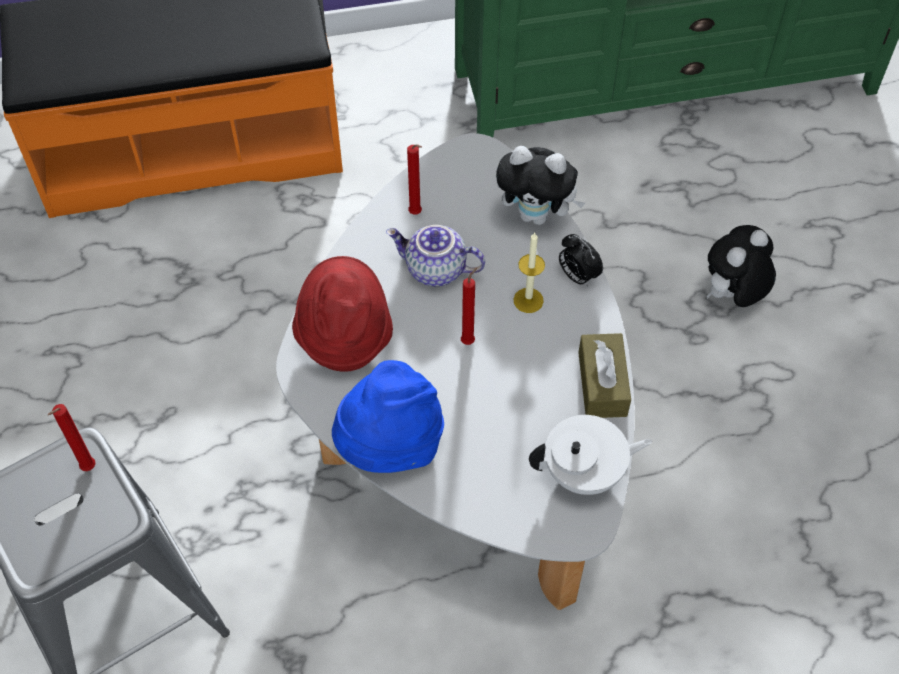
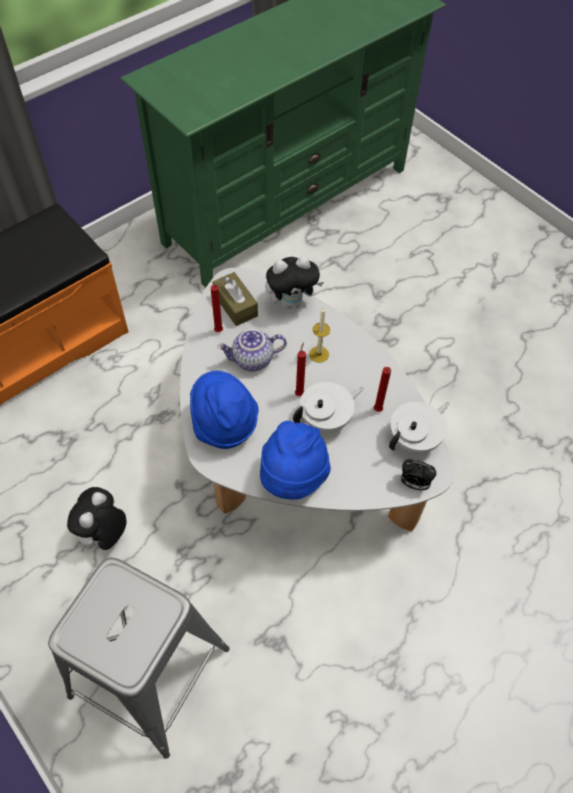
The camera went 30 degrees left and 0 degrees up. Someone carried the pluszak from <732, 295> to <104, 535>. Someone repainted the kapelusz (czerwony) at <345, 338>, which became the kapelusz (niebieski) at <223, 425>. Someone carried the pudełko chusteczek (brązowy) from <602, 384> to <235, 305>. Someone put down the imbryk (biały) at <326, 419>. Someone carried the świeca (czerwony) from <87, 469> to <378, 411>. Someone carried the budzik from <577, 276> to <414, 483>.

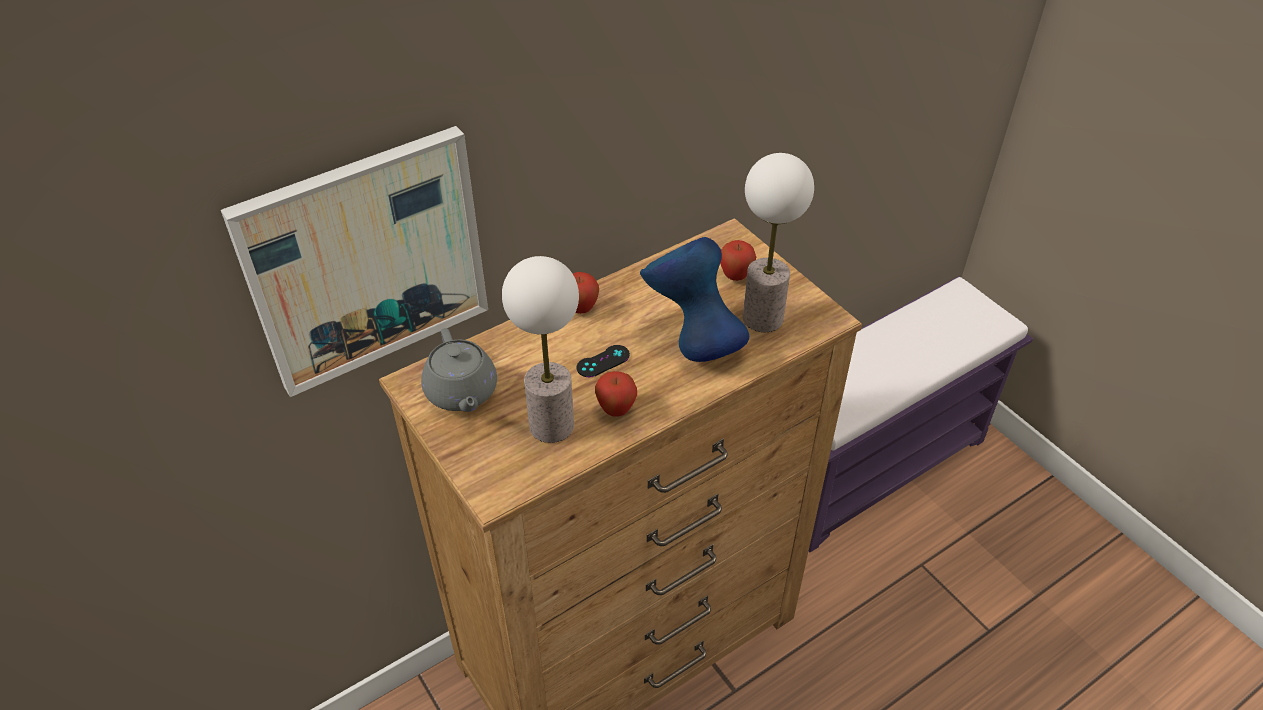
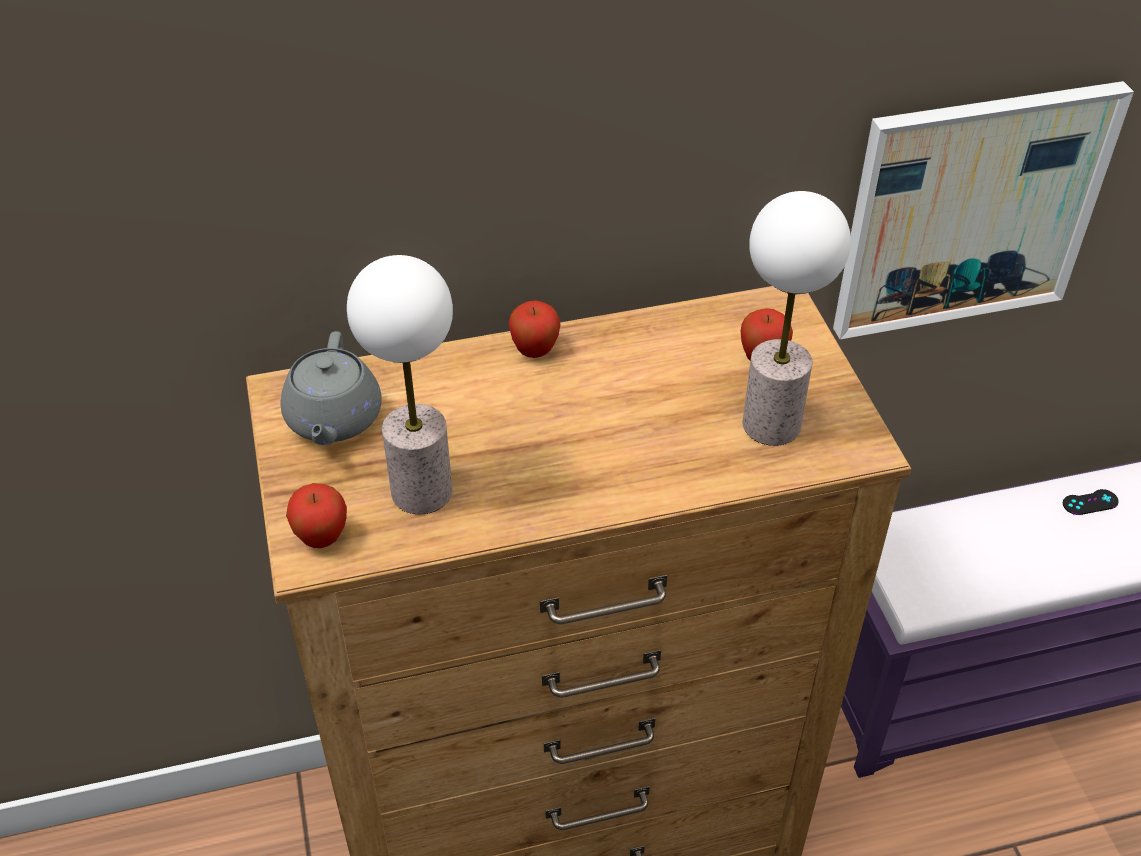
The camera went 20 degrees right and 0 degrees up. Someone carried the jabłko from <616, 410> to <322, 538>. Someone carried the obraz from <366, 261> to <970, 211>. Someone carried the pad do gier (czarny) from <603, 361> to <1090, 502>. Someone took away the wazon (niebieski) at <692, 343>.

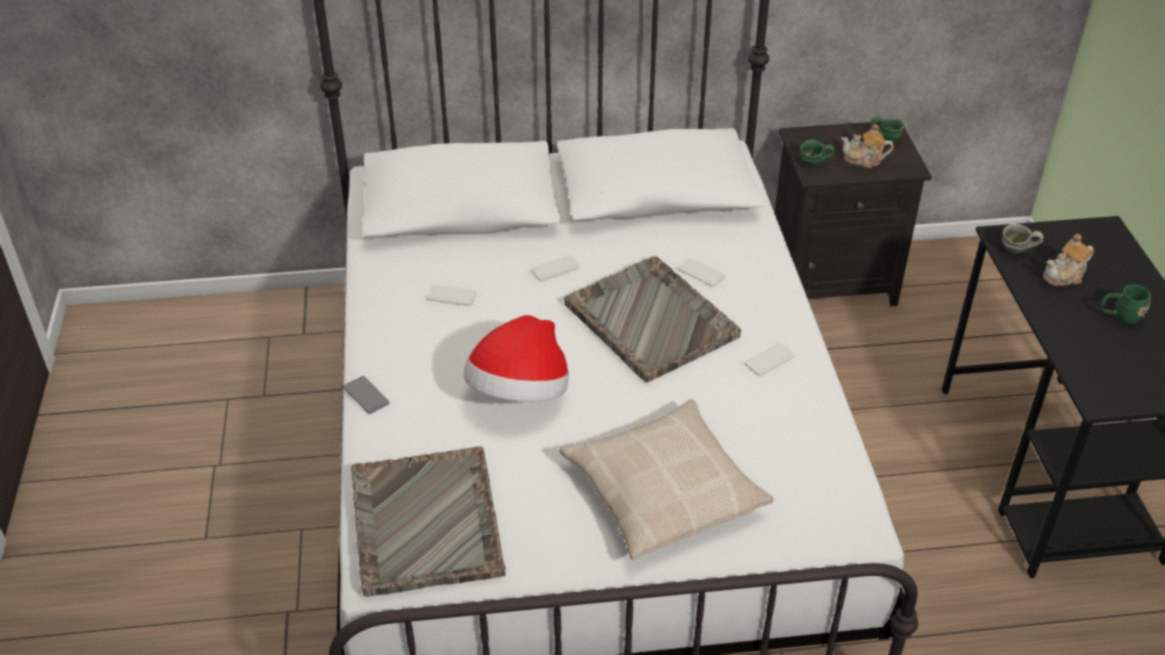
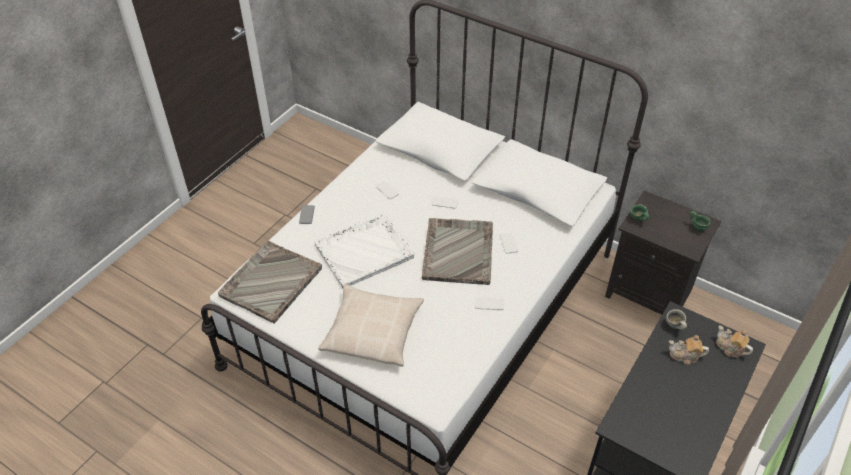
The camera went 40 degrees right and 5 degrees up. Someone swapped the kapelusz at <520, 394> for the taca (biały) at <365, 251>. Someone carried the imbryk from <864, 160> to <730, 348>. Someone took away the kubek (zielony) at <1120, 316>.

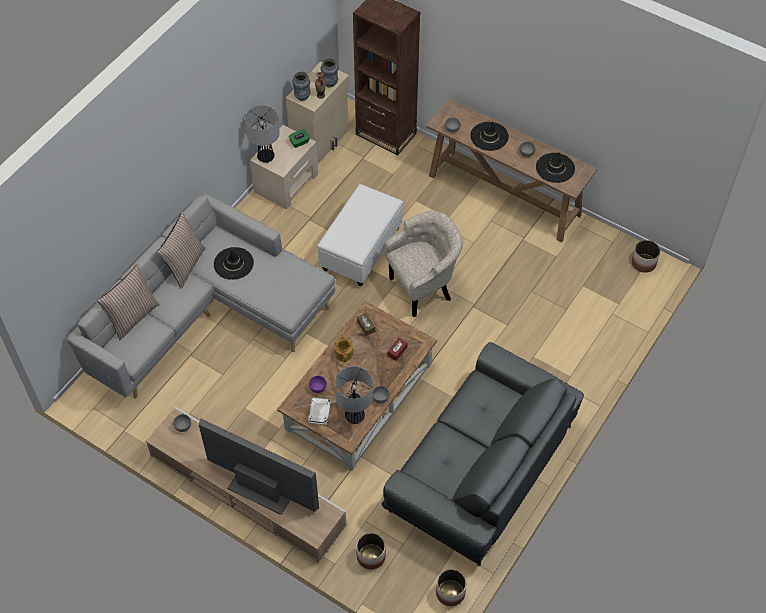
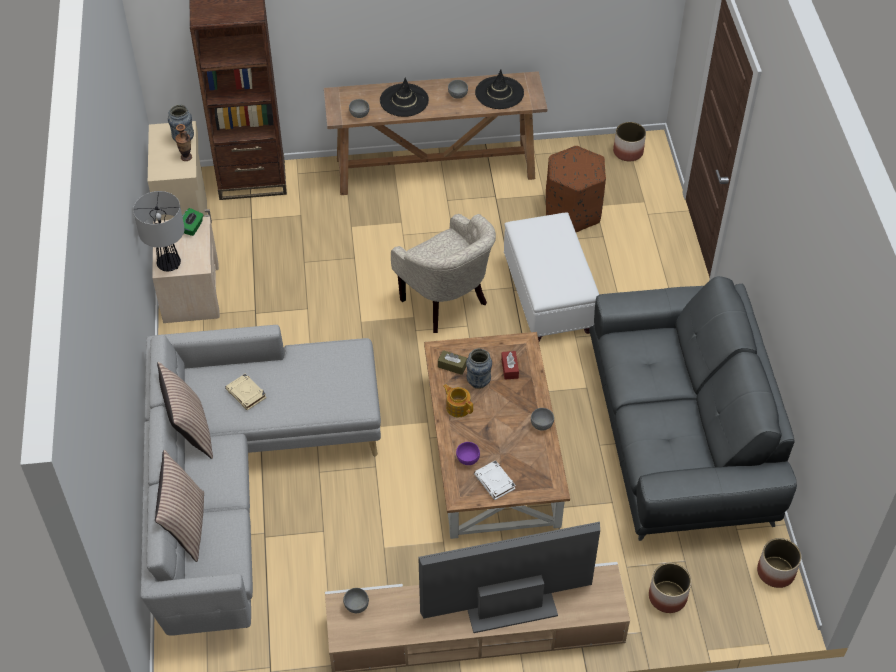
The camera went 40 degrees left and 5 degrees down. Someone swapped the kapelusz (czarny) at <233, 263> for the książka (beżowy) at <246, 394>. Someone rotated the fotel (beżowy) at <423, 288> by 120 degrees clockwise. Someone carried the wazon from <302, 97> to <478, 382>. Someone carried the pufa (biały) from <361, 248> to <548, 296>. Someone put down the pufa (brązowy) at <573, 211>. Someone took away the lampa stołowa at <354, 416>.

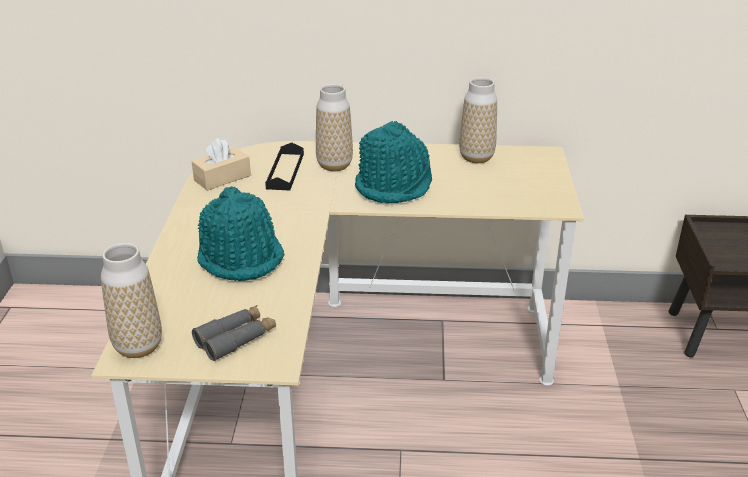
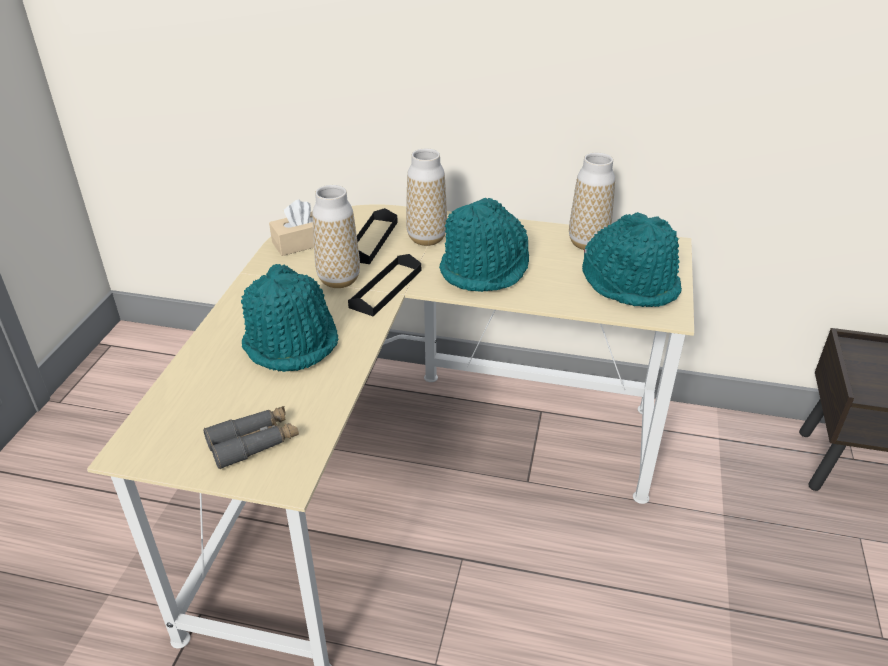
The camera went 10 degrees right and 5 degrees up. Someone carried the wazon from <138, 346> to <339, 280>. Someone put down the taca (czarny) at <386, 288>. Someone put down the kapelusz (turkusowy) at <631, 283>.

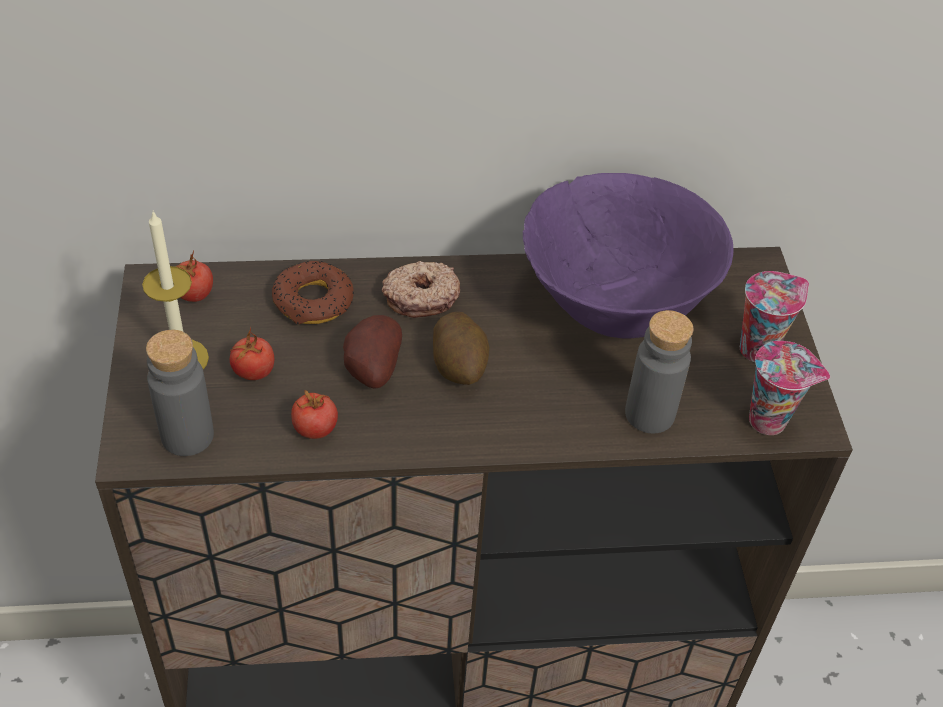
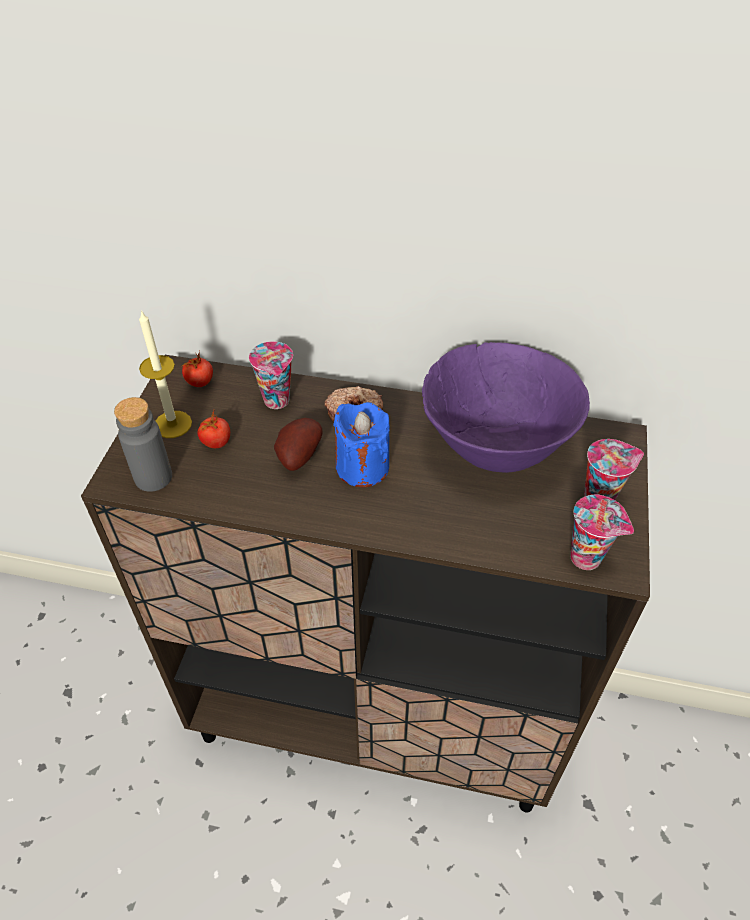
The camera went 20 degrees right and 0 degrees up. Someone swapped the donut at <313, 301> for the filiżanka at <278, 401>. Someone swapped the ziemniak at <460, 365> for the świeca (niebieski) at <362, 467>. Someone took away the pomidor at <315, 429>. Someone took away the butelka (szary) at <649, 414>.

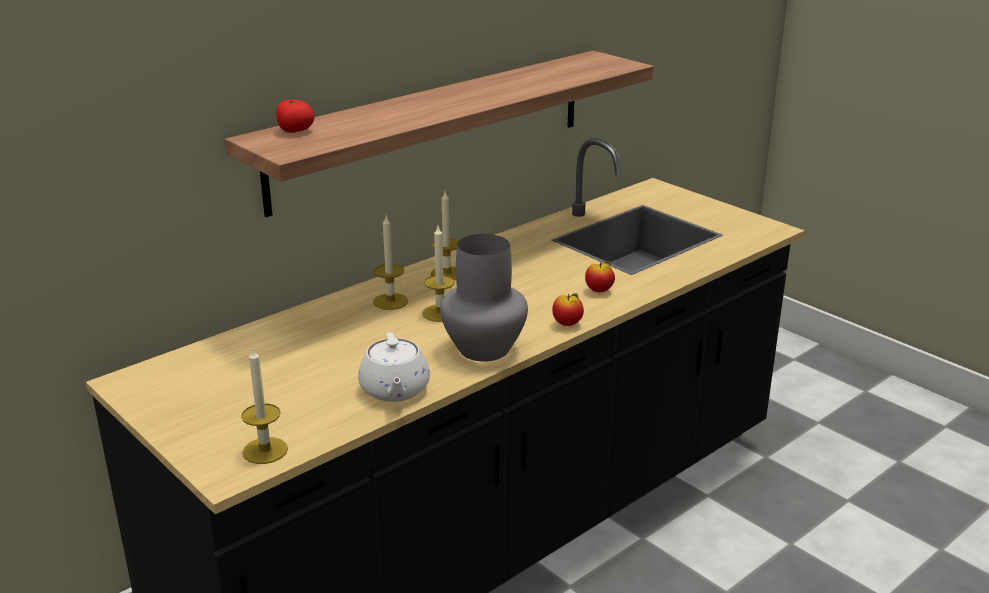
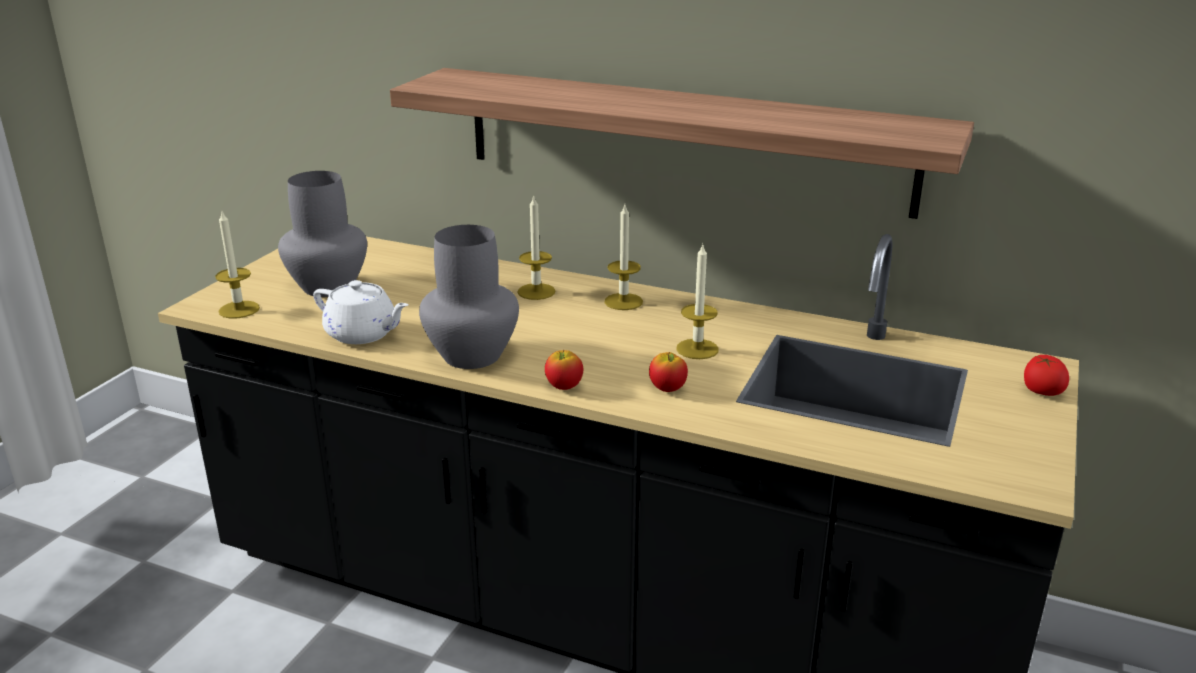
The camera went 65 degrees right and 0 degrees up. Someone put down the wazon (szary) at <329, 287>. Someone rotated the imbryk (biały) at <394, 390> by 120 degrees counterclockwise. Someone carried the świeca from <440, 313> to <697, 349>. Someone carried the pomidor from <295, 131> to <1041, 392>.

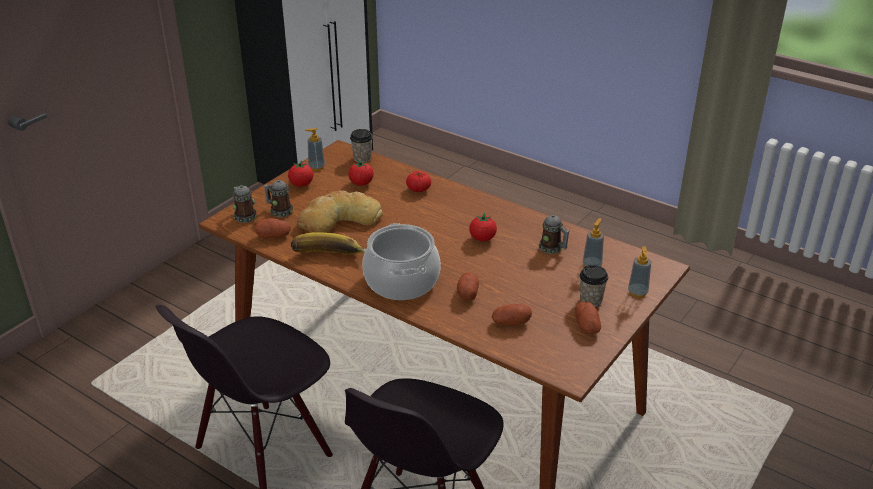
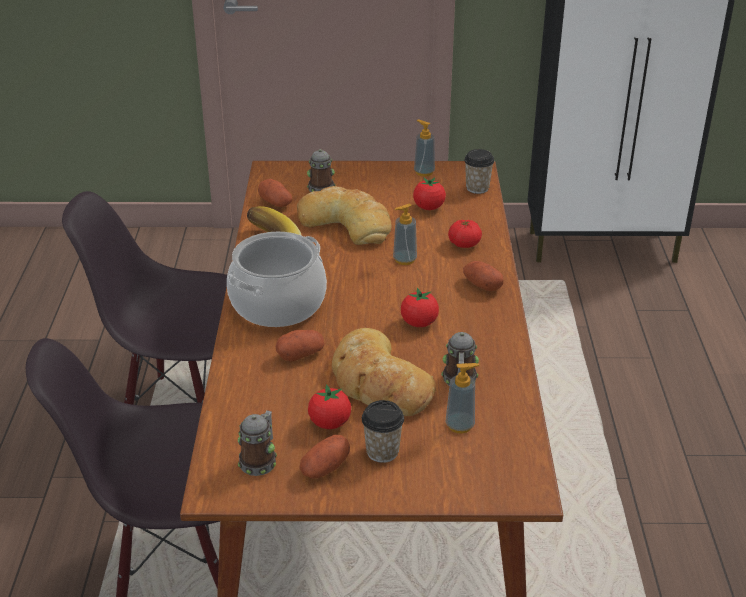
The camera went 55 degrees right and 0 degrees up. Someone carried the kubek from <244, 216> to <260, 460>. Someone carried the pomidor from <301, 184> to <330, 423>. Someone put down the chleb at <378, 382>. Someone carried the dozownik mydła from <637, 292> to <404, 260>. Someone carried the ziemniak from <511, 322> to <482, 285>.

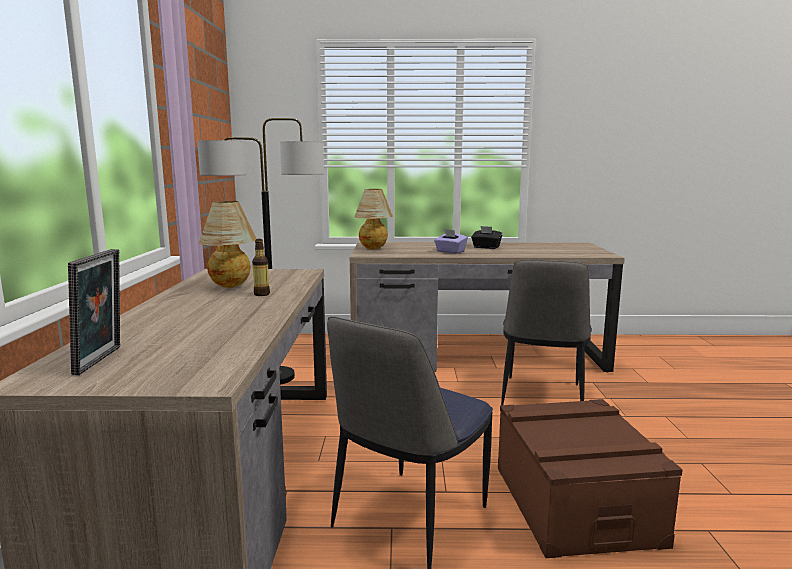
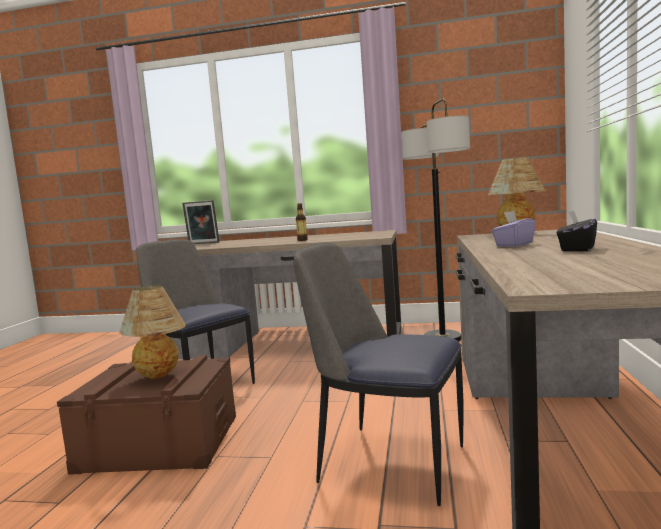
The camera went 100 degrees right and 5 degrees down. Someone carried the lampa stołowa from <231, 287> to <159, 377>.

